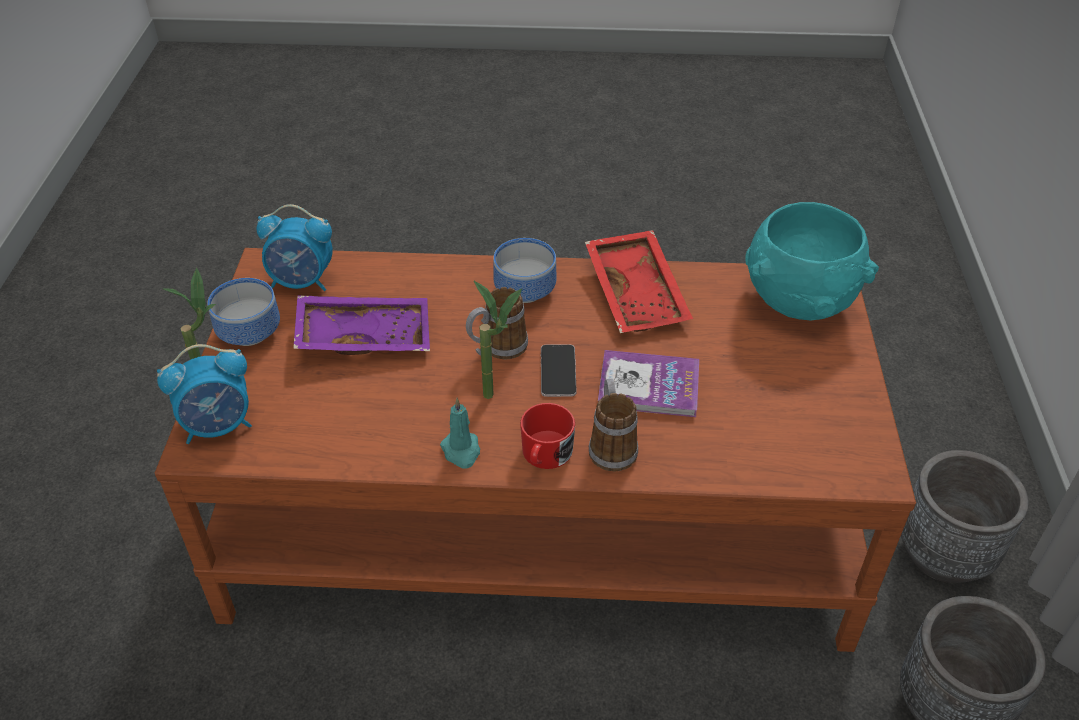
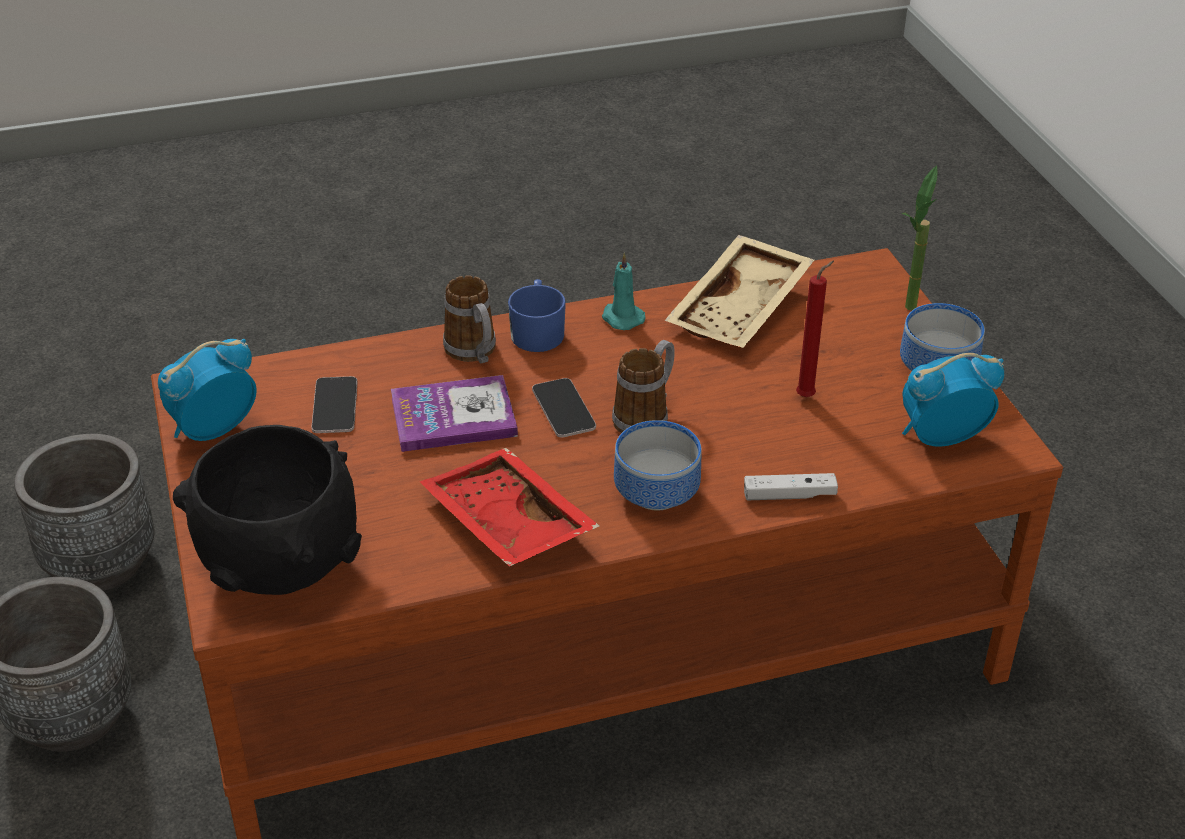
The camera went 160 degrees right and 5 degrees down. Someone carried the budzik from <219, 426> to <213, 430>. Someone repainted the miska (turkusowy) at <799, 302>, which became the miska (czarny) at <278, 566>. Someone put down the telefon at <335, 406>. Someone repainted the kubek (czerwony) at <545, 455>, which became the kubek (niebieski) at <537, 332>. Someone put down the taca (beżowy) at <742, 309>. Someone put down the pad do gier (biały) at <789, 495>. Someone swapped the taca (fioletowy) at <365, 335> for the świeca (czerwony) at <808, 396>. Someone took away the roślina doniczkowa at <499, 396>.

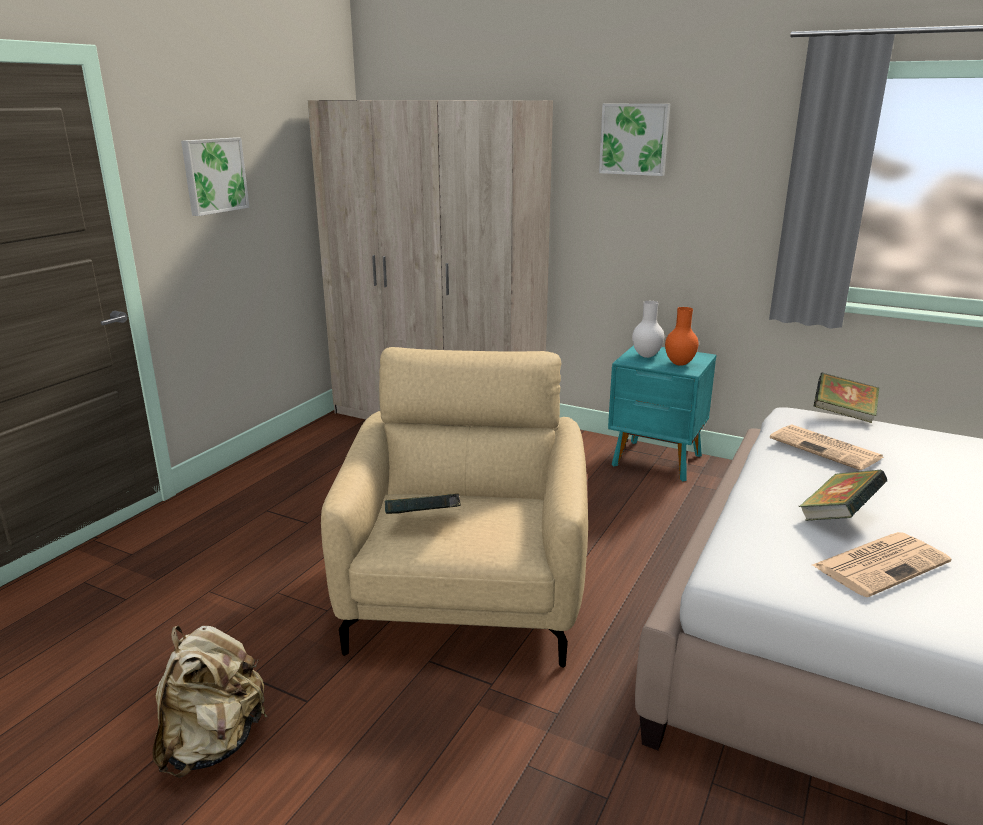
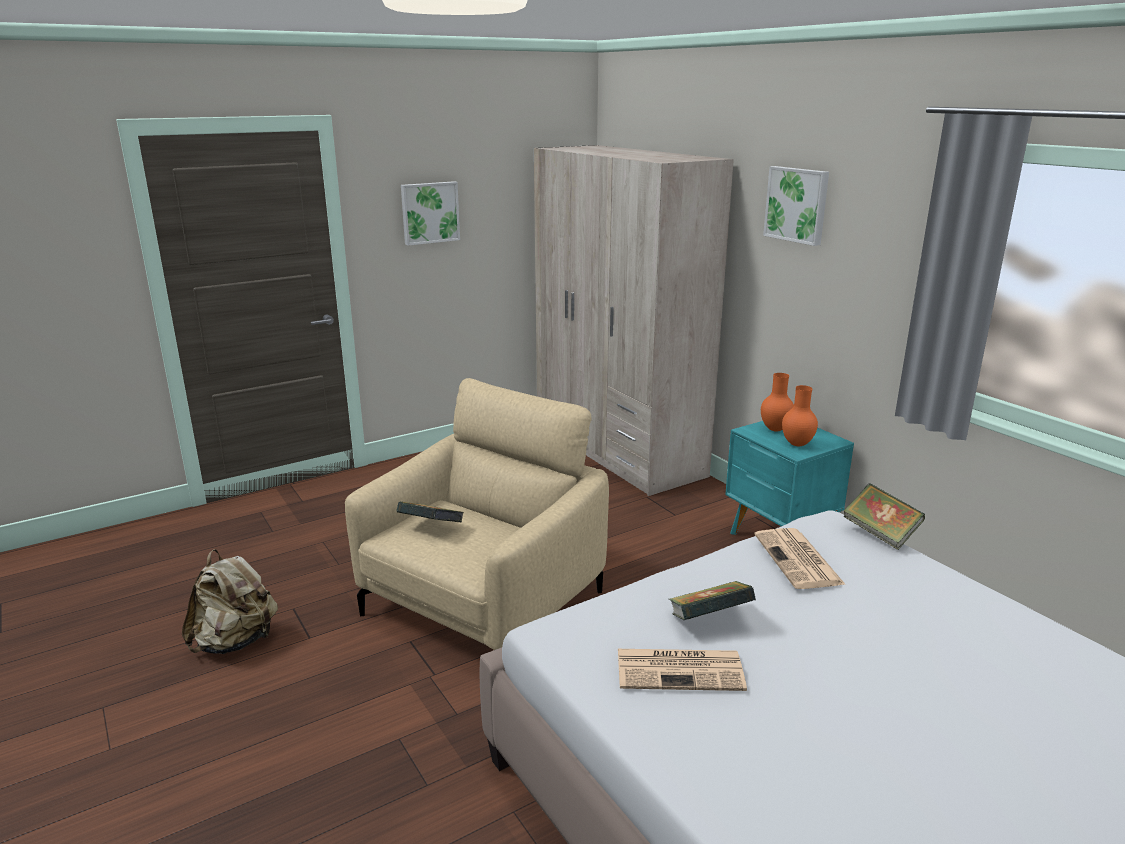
The camera went 30 degrees right and 0 degrees up. Someone repainted the wazon (biały) at <645, 356>, which became the wazon (pomarańczowy) at <774, 429>.

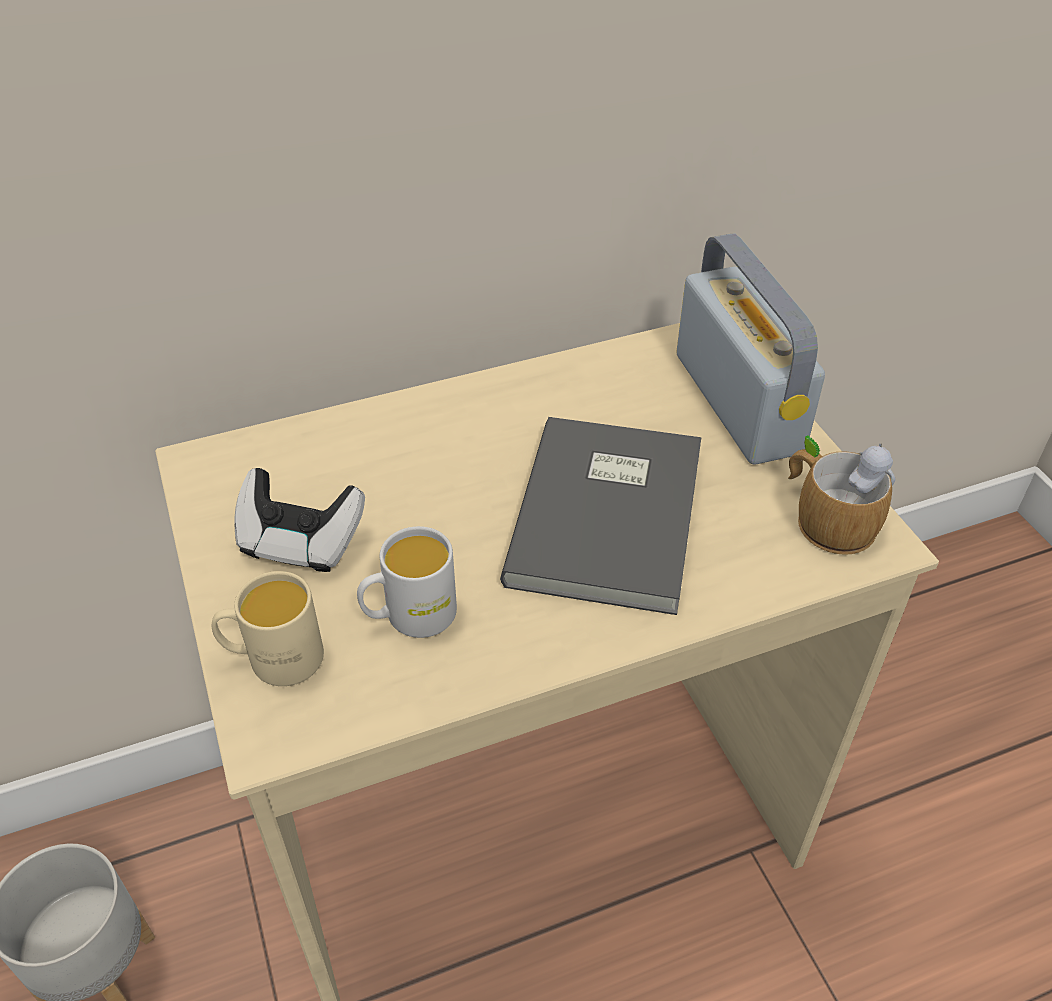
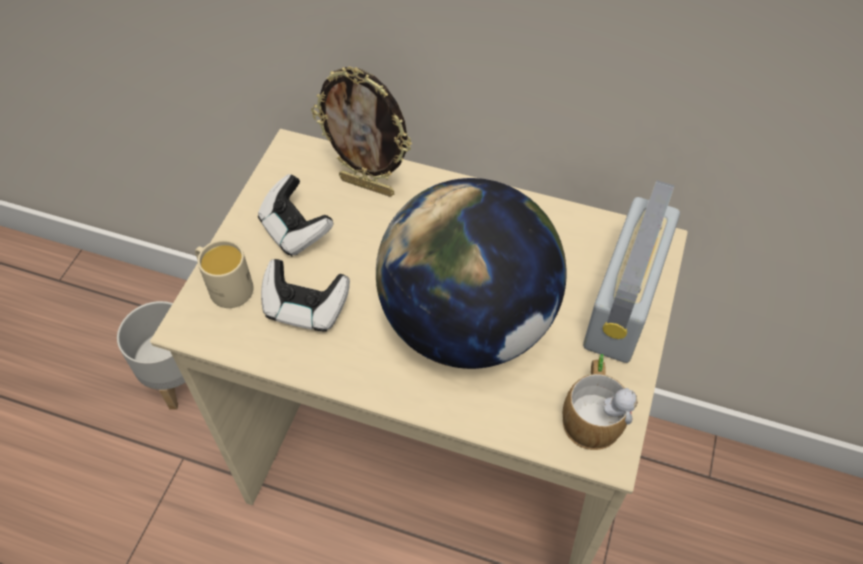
The camera went 40 degrees right and 10 degrees up. Someone swapped the kubek (biały) at <409, 616> for the pad do gier at <305, 308>. Someone put down the ramka na zdjęcie at <368, 185>. Someone swapped the książka (szary) at <613, 515> for the globus at <467, 323>.

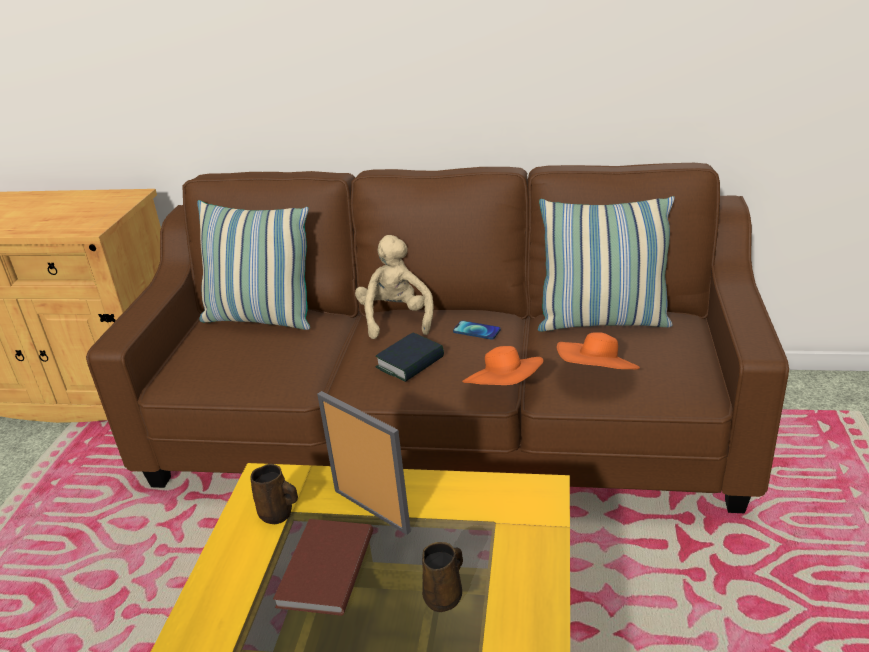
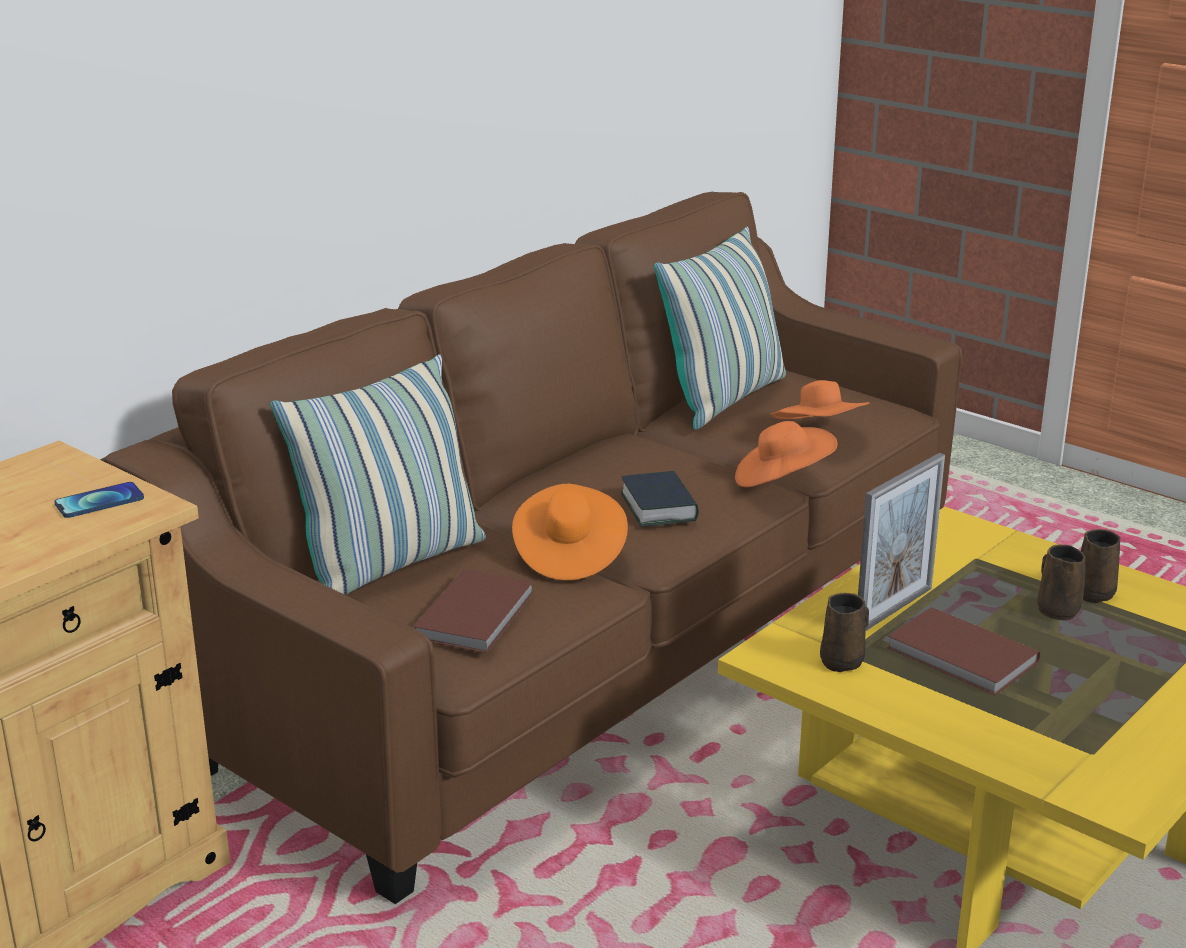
The camera went 60 degrees left and 5 degrees down. Someone carried the telefon from <476, 331> to <99, 502>. Someone put down the książka (brązowy) at <477, 615>. Someone put down the kapelusz (pomarańczowy) at <568, 555>. Someone rotated the ramka na zdjęcie at <371, 510> by 150 degrees clockwise. Someone put down the kubek (brązowy) at <1095, 593>. Someone took away the pluszak (beżowy) at <396, 319>.

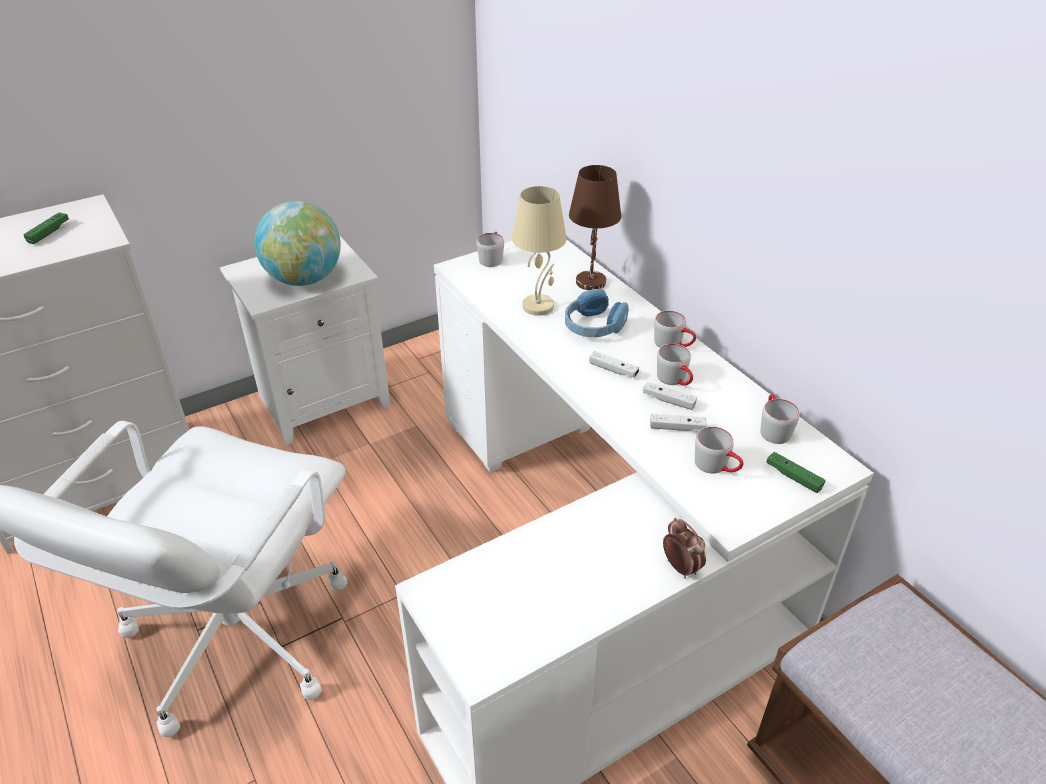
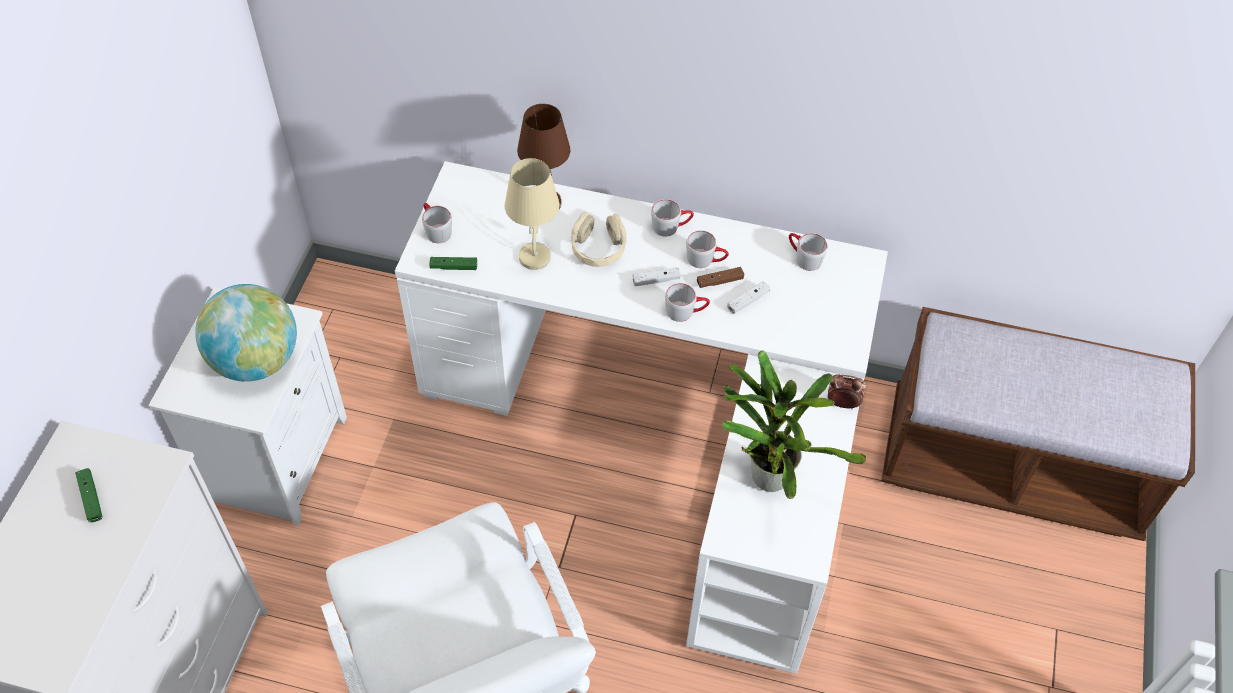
The camera went 45 degrees left and 15 degrees up. Someone carried the pad do gier (zielony) from <793, 477> to <454, 267>. Someone repainted the słuchawki (niebieski) at <594, 326>, which became the słuchawki (beżowy) at <598, 248>. Someone carried the kubek (szary) from <717, 466> to <686, 311>. Someone repainted the pad do gier (biały) at <668, 400>, which became the pad do gier (brązowy) at <719, 281>. Someone put down the roślina doniczkowa at <769, 472>.

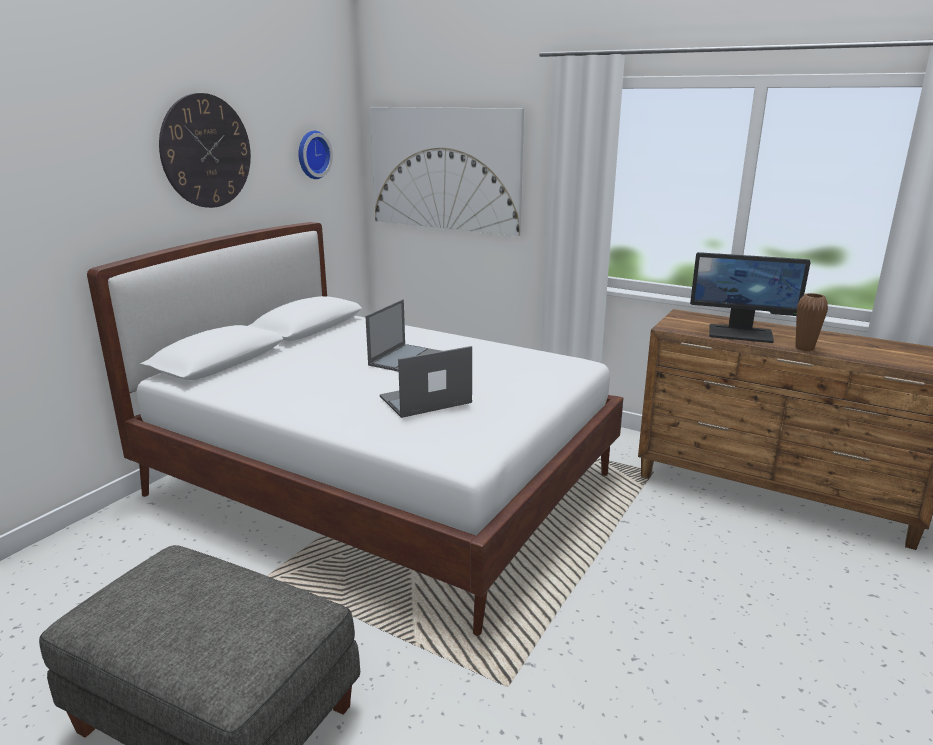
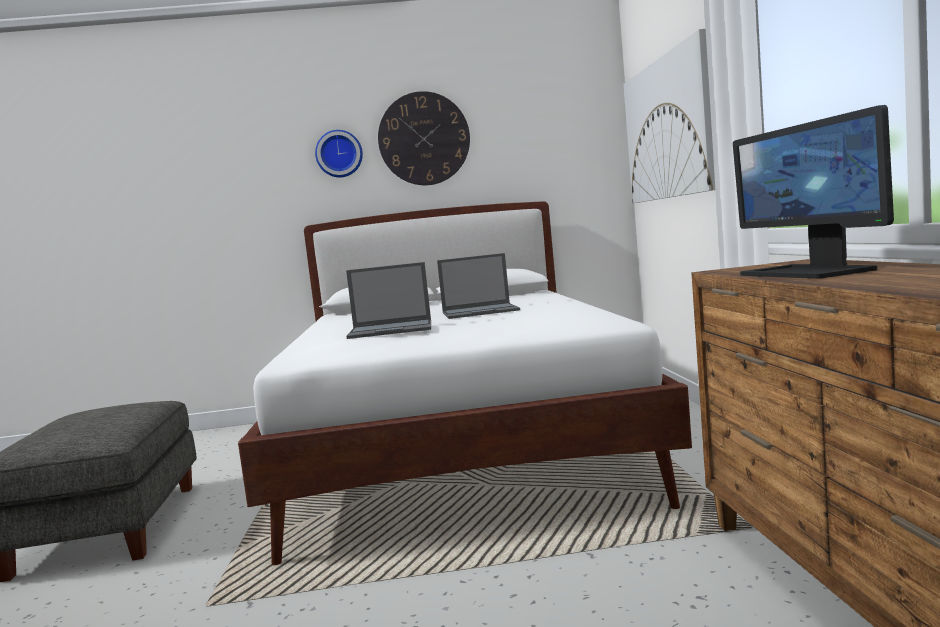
The camera went 55 degrees right and 15 degrees down. Someone carried the zegar ścienny from <312, 155> to <339, 154>. Someone rotated the laptop at <424, 400> by 150 degrees clockwise. Someone took away the wazon (brązowy) at <804, 348>.

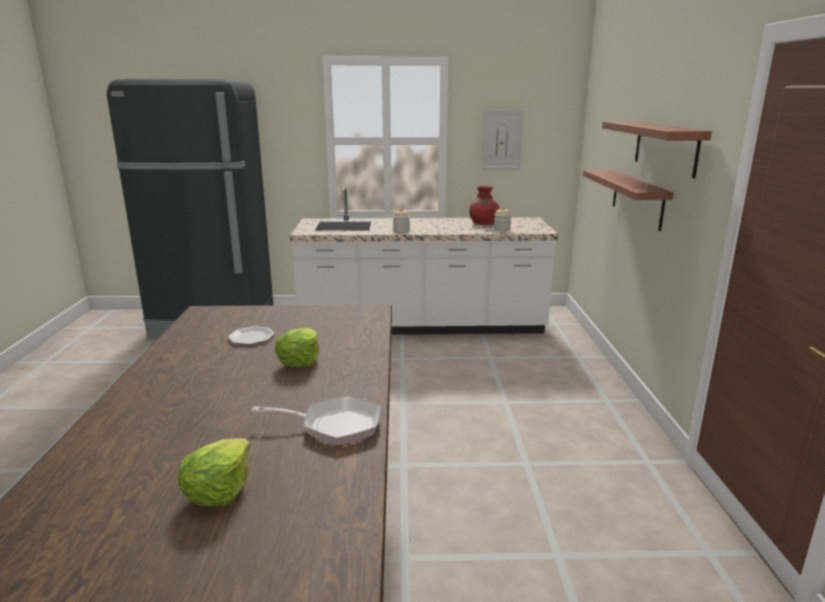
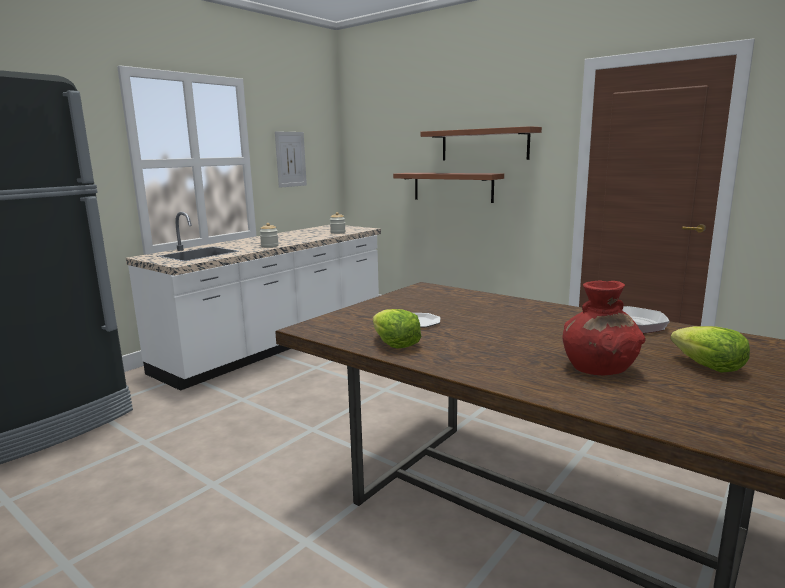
The camera went 50 degrees left and 5 degrees down. Someone carried the sałata from <300, 361> to <395, 344>. Someone carried the wazon (czerwony) from <483, 223> to <598, 368>.

